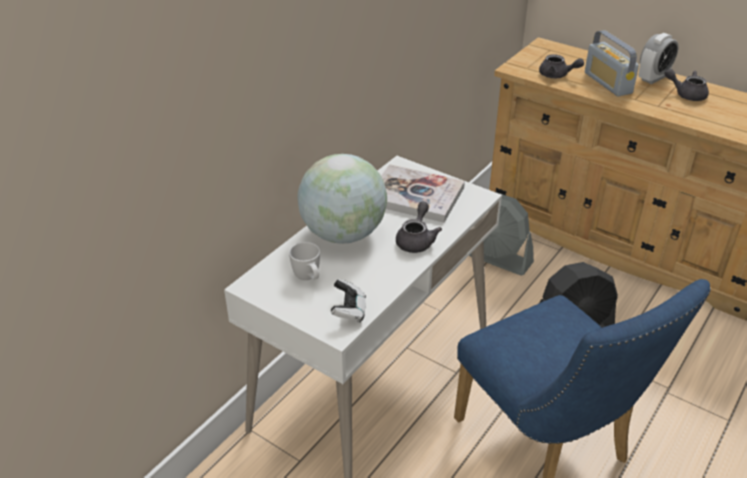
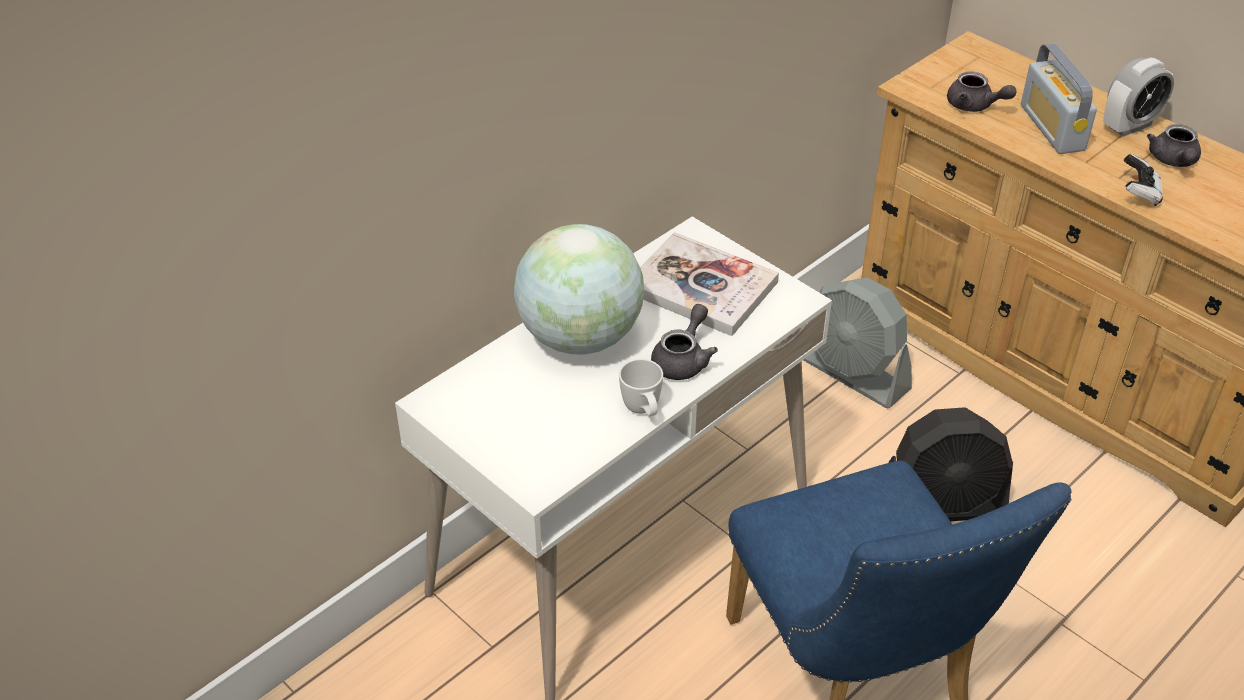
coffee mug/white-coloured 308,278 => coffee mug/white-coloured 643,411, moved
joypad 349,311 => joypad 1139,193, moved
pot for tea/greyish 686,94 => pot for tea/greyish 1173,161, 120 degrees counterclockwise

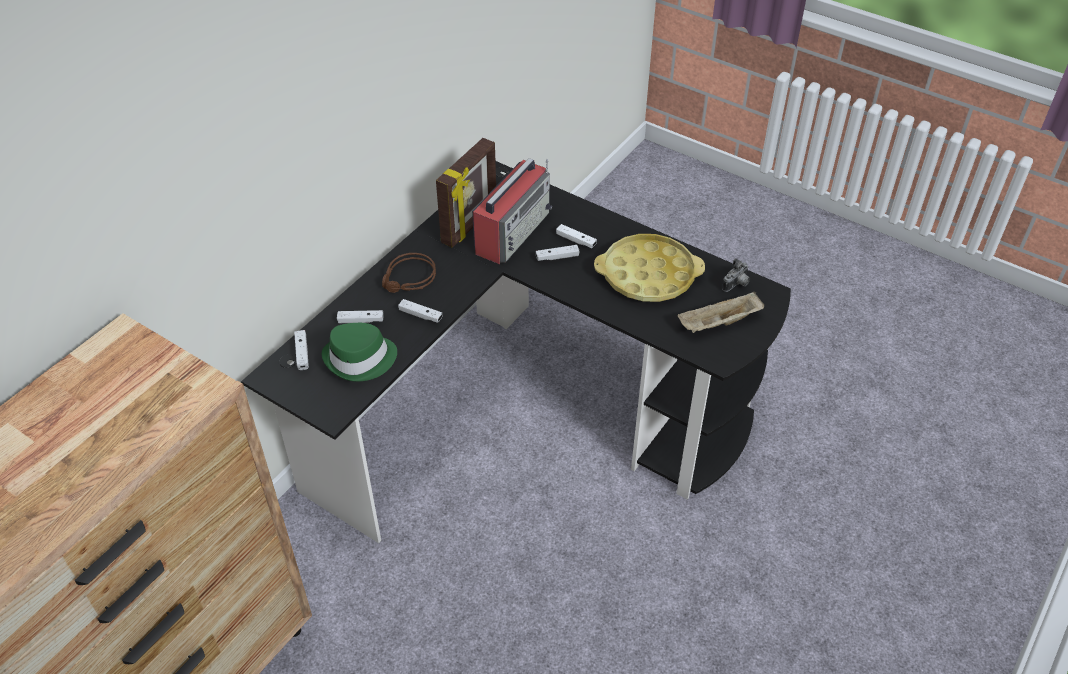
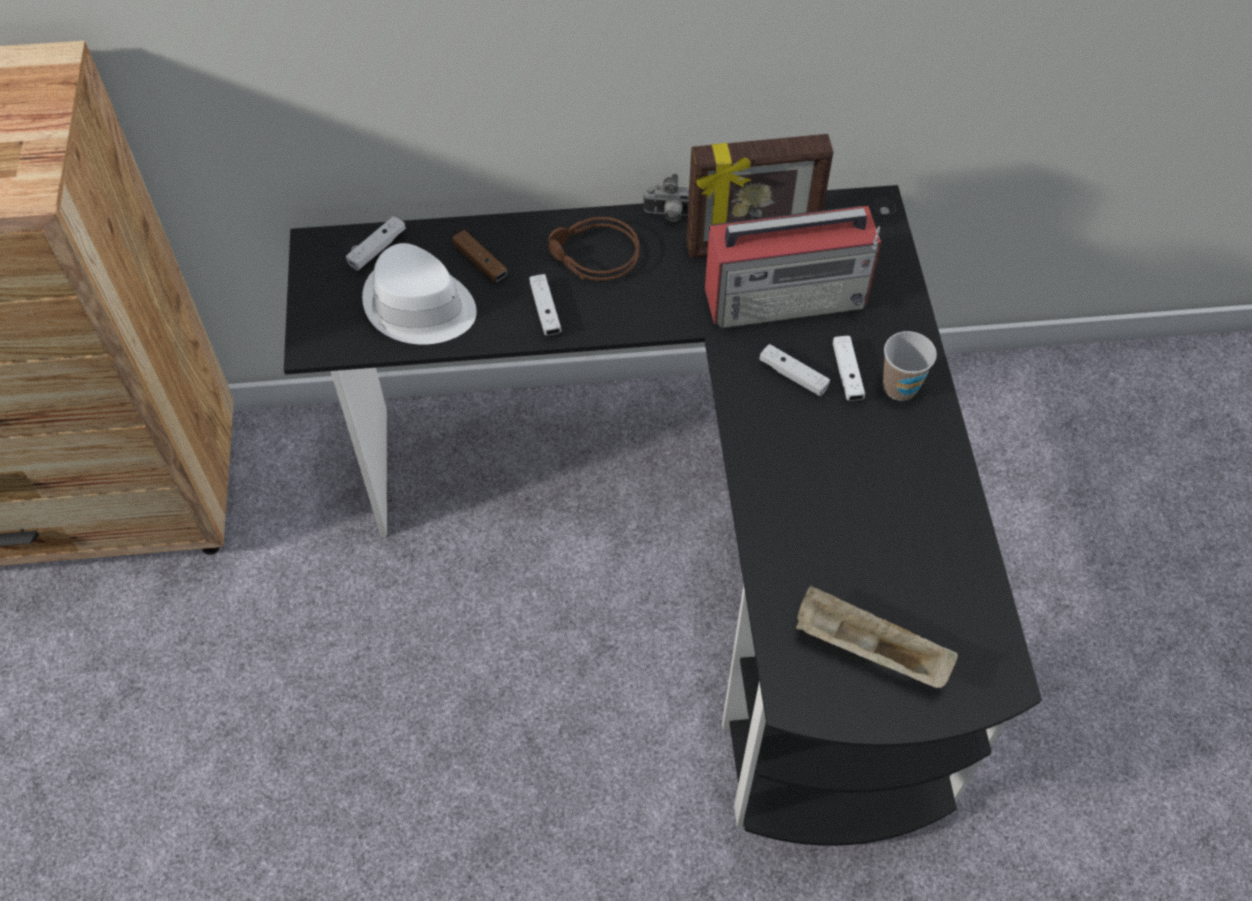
hat/green 360,359 => hat/white-coloured 419,307
joypad/white-coloured 361,320 => joypad/brown 480,262
photo camera 736,285 => photo camera 669,215, moved
nothing => drinking cup 900,387
serving tray/yellow-coloured 648,274 => nothing

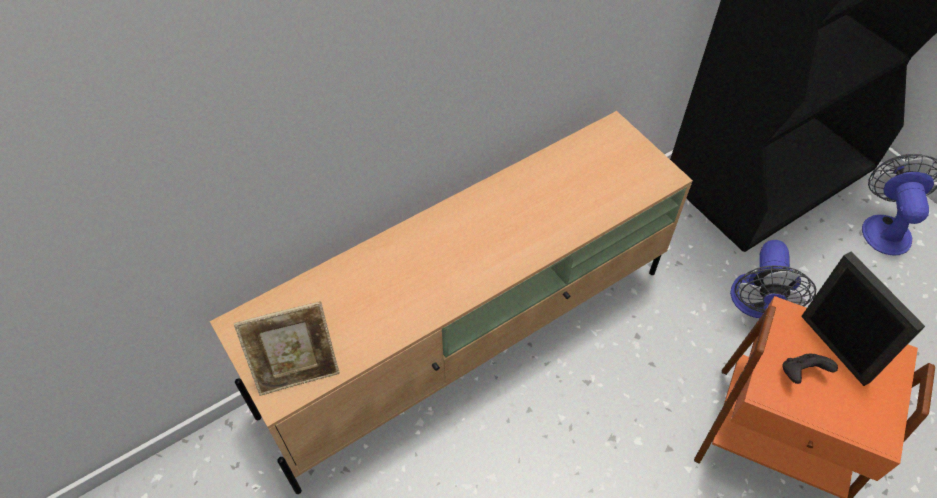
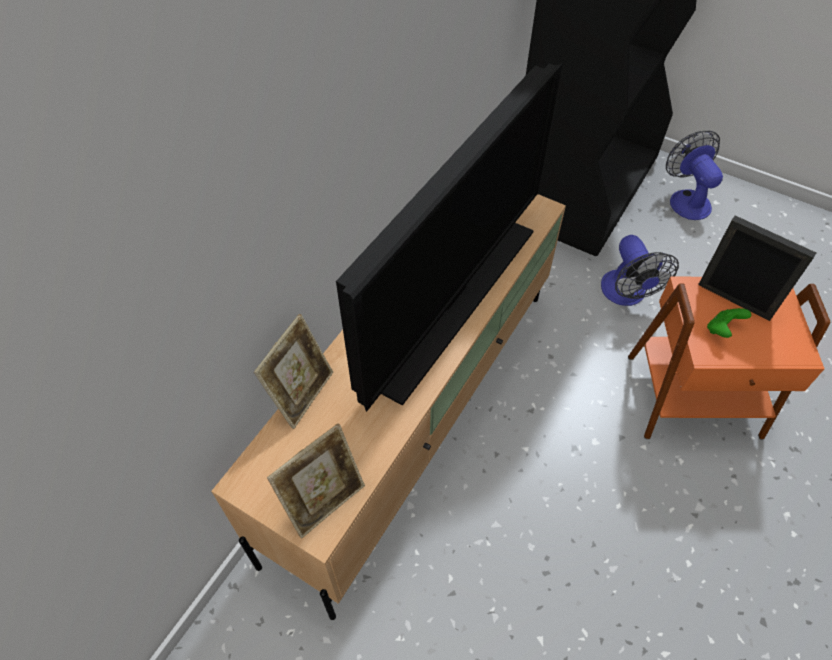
nothing => photo frame 302,394
nothing => television 453,301
joypad/black-coloured 801,373 => joypad/green 722,329

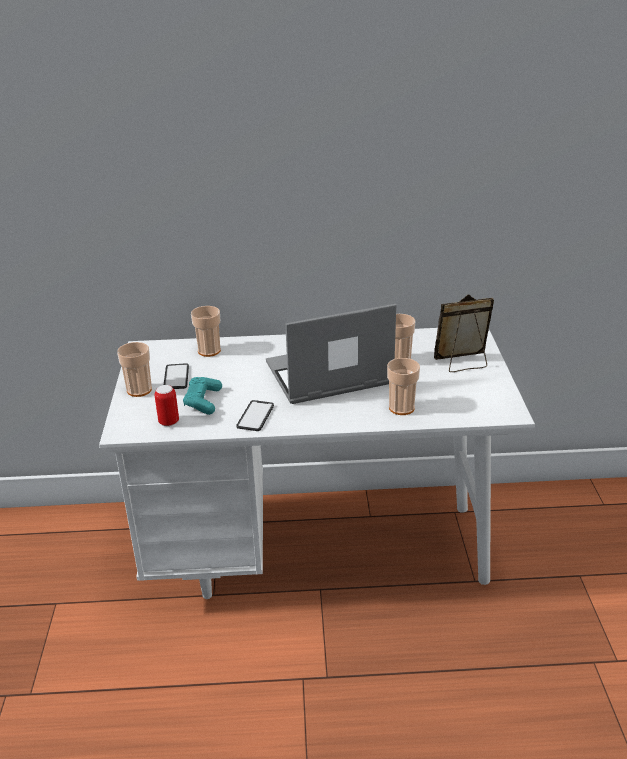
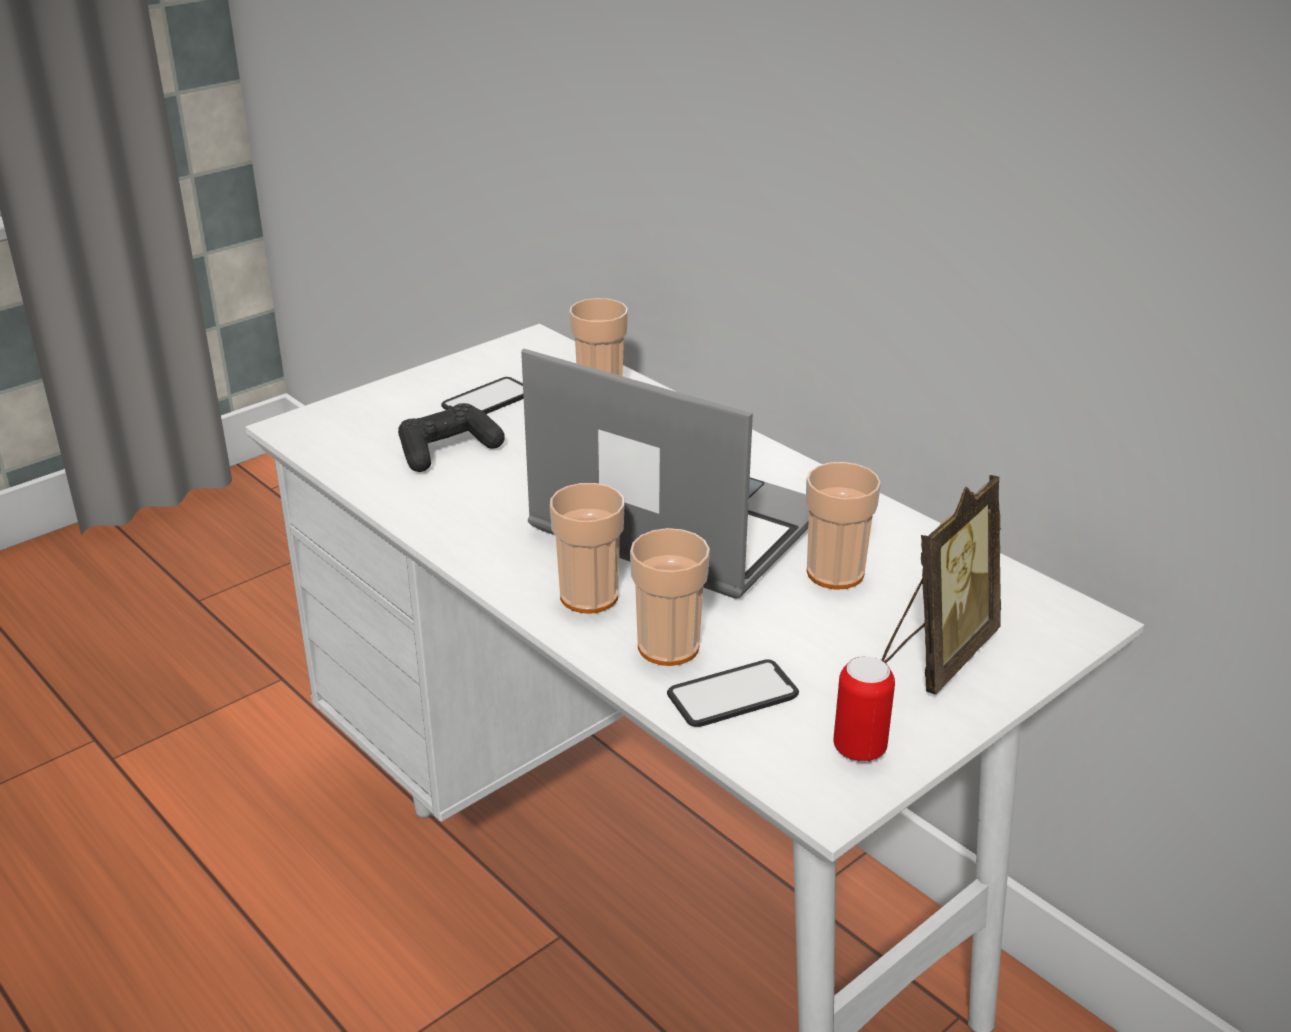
joypad/blue-green 203,401 => joypad/black-coloured 448,450
drinking cup 139,390 => drinking cup 589,596, moved
handset 255,416 => handset 732,695, moved
metal can 169,422 => metal can 859,749, moved
photo frame 463,363 => photo frame 936,654, 90 degrees clockwise

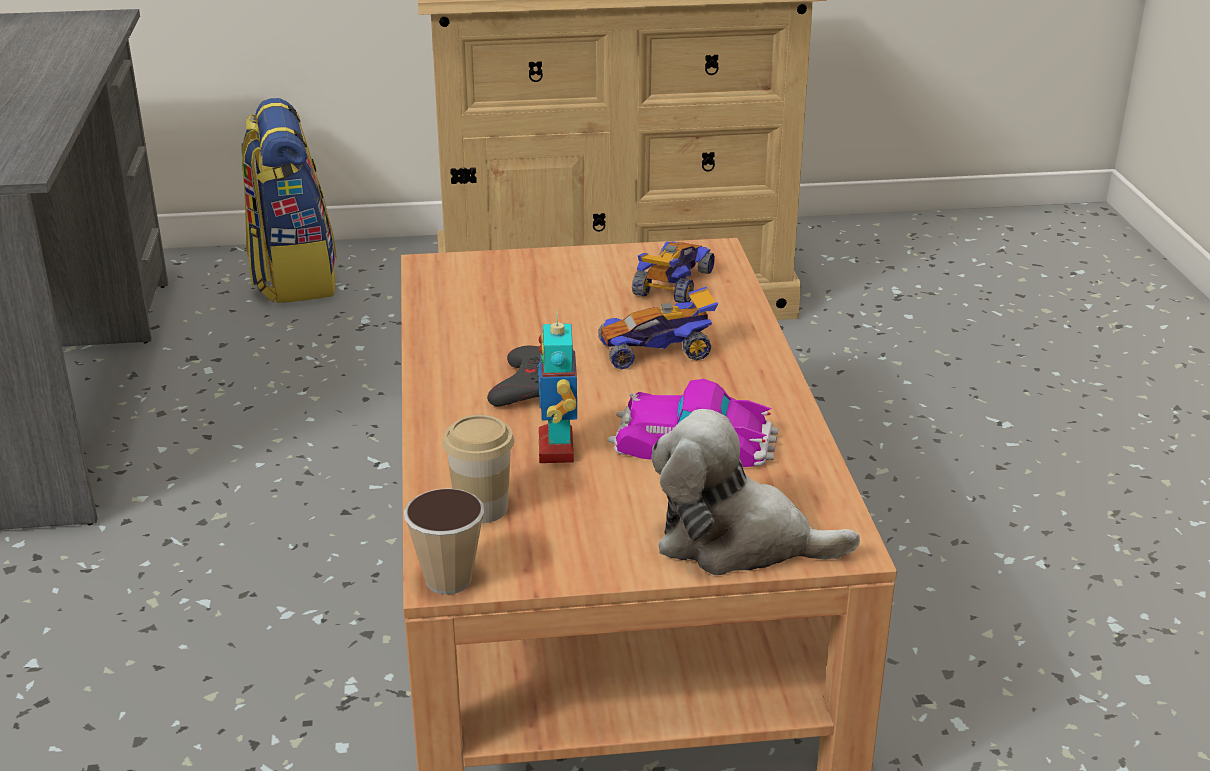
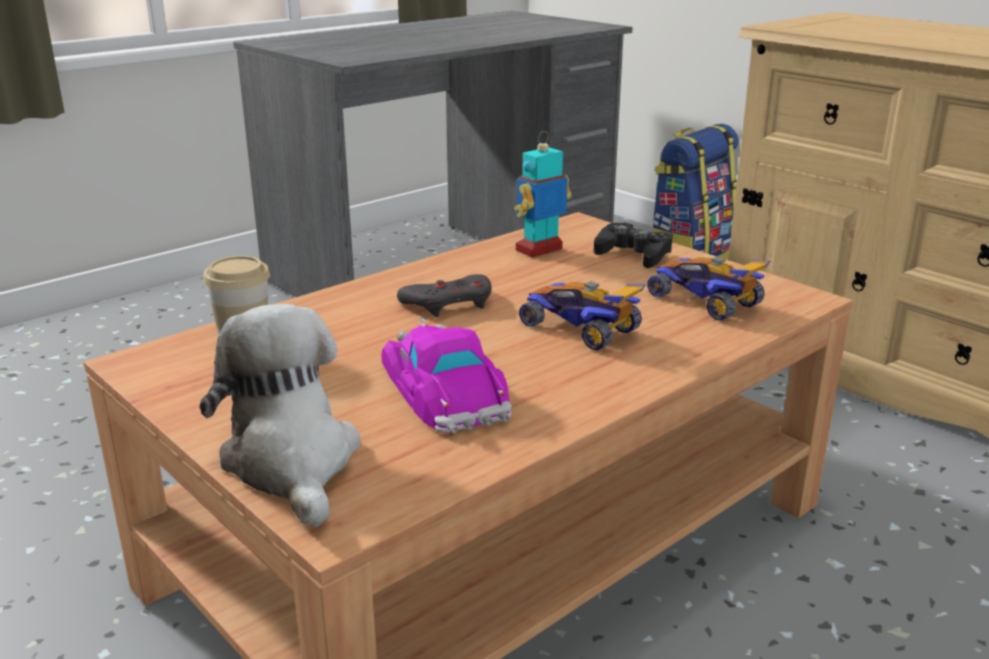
toy robot 557,449 => toy robot 540,250, moved
nothing => joypad/black-coloured 634,254
model car 673,285 => model car 706,302, 120 degrees counterclockwise
drinking cup 448,580 => nothing

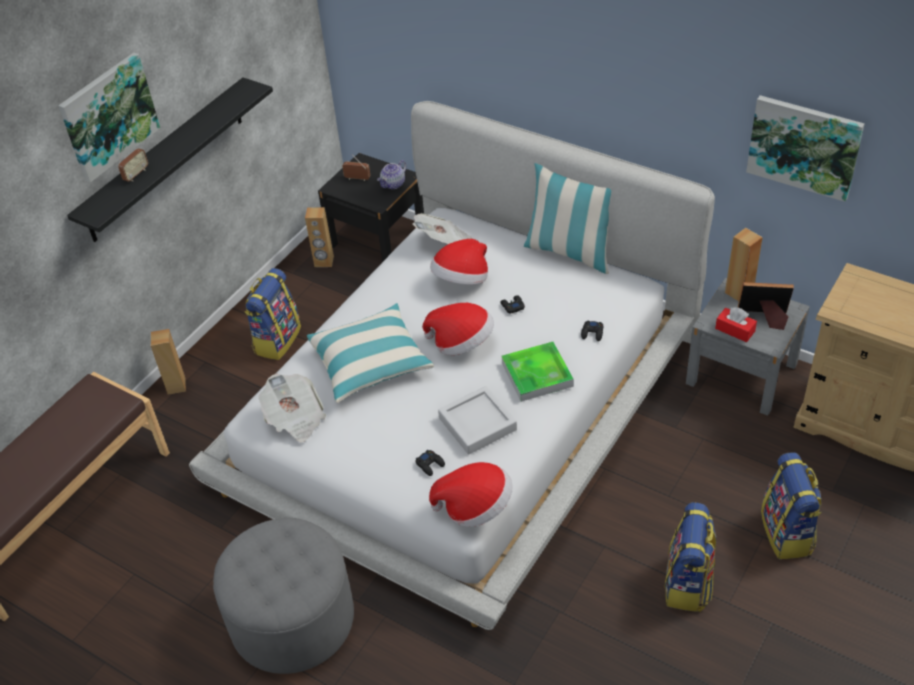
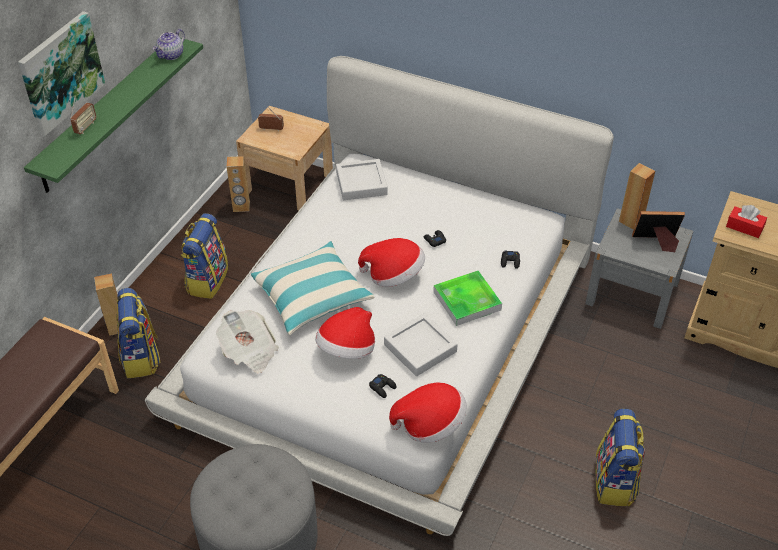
bracket shelf/black-coloured 165,160 => bracket shelf/green 108,114
rucksack 787,533 => rucksack 141,358, moved
pot for tea 393,184 => pot for tea 171,55, moved
night table/black-coloured 377,237 => night table/sand-coloured 288,183
hat 462,280 => hat 347,350, moved
newspaper 443,241 => serving tray/greyish 361,183
tissue holder/reddish 735,330 => tissue holder/reddish 744,227, moved
throw pillow 570,252 => nothing
wall picture 804,146 => nothing

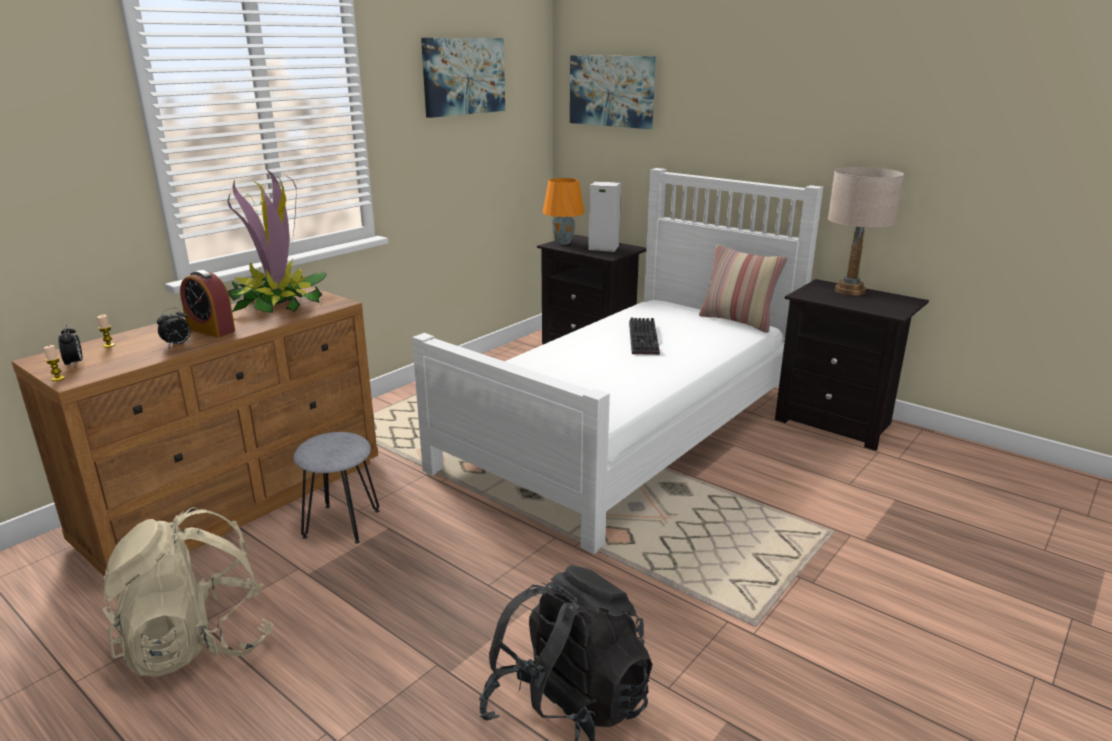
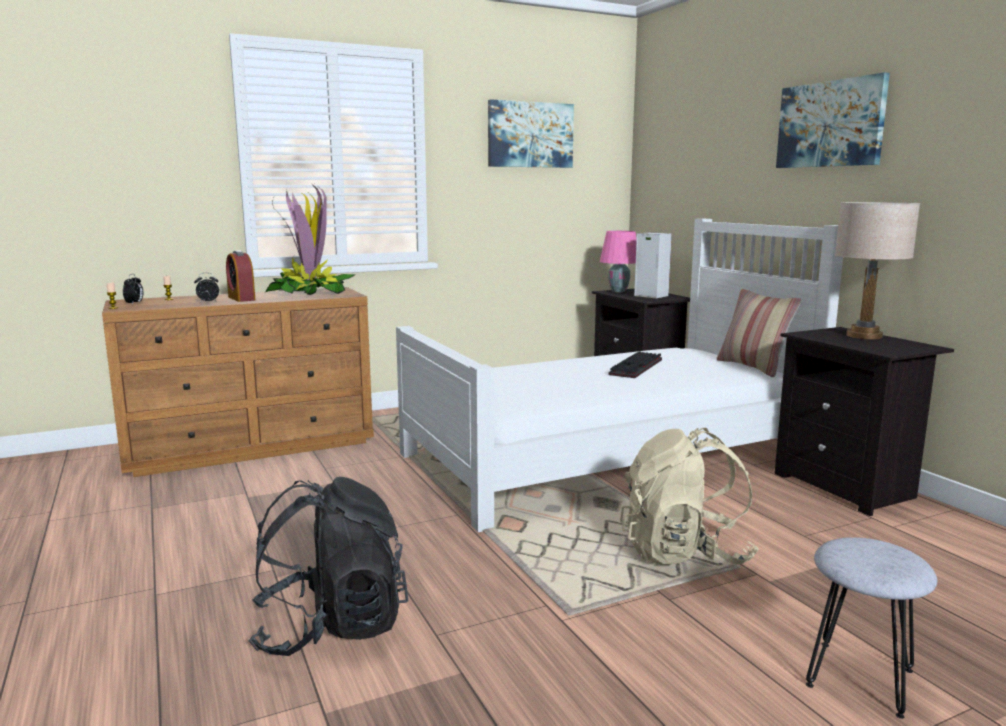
lamp for a table/orangey 563,243 => lamp for a table/pink 619,291
rucksack/sand-coloured 198,643 => rucksack/sand-coloured 684,553, moved
wall picture 612,91 => wall picture 830,124, moved
stool seat/greyish 341,523 => stool seat/greyish 858,677, moved

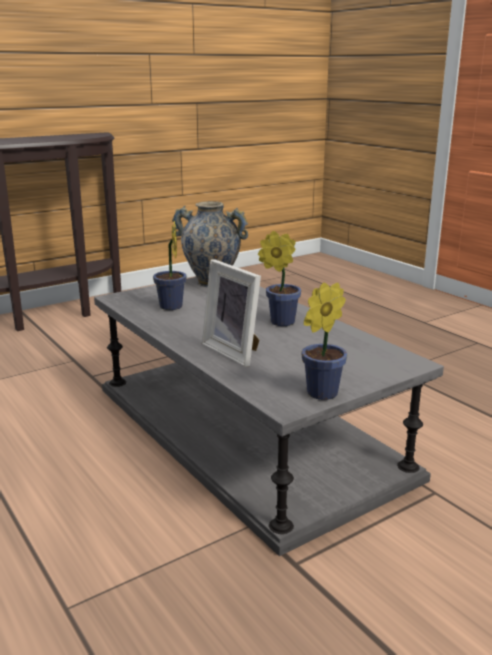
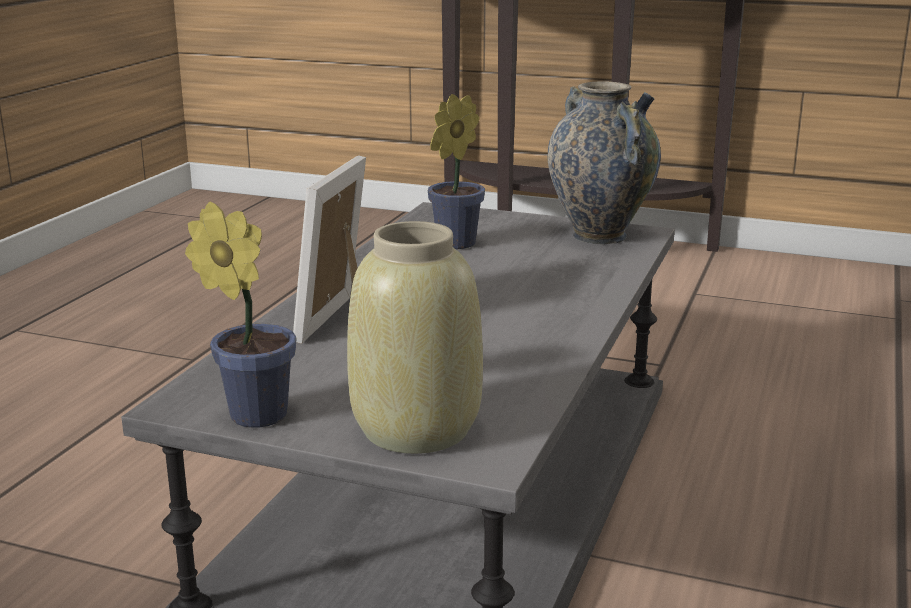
nothing => vase/sand-coloured 414,429
plant in a pot 279,322 => nothing

